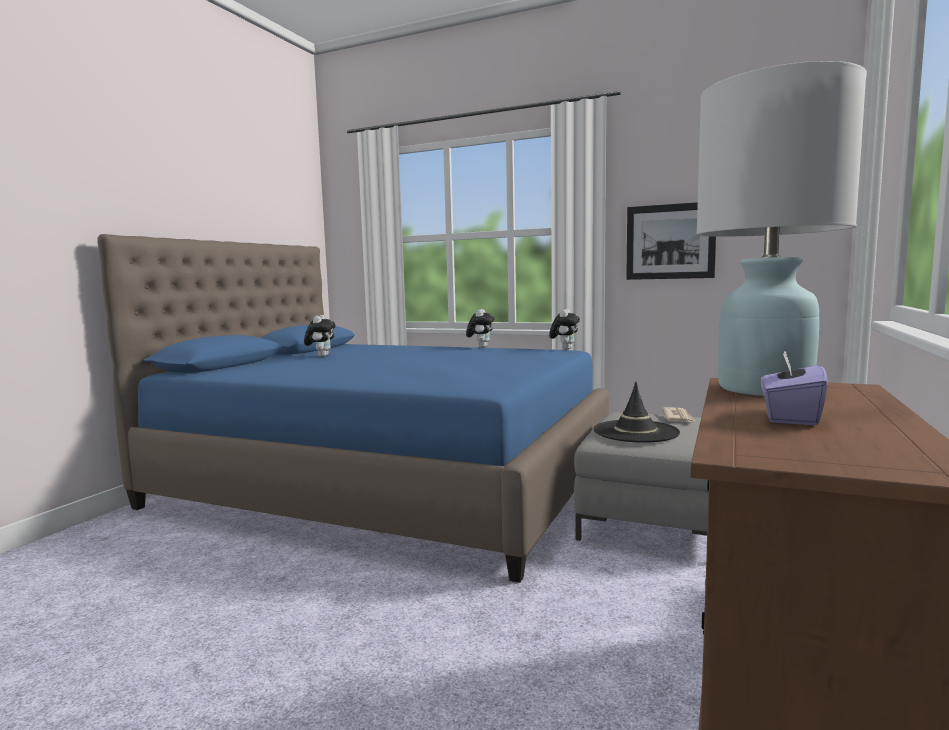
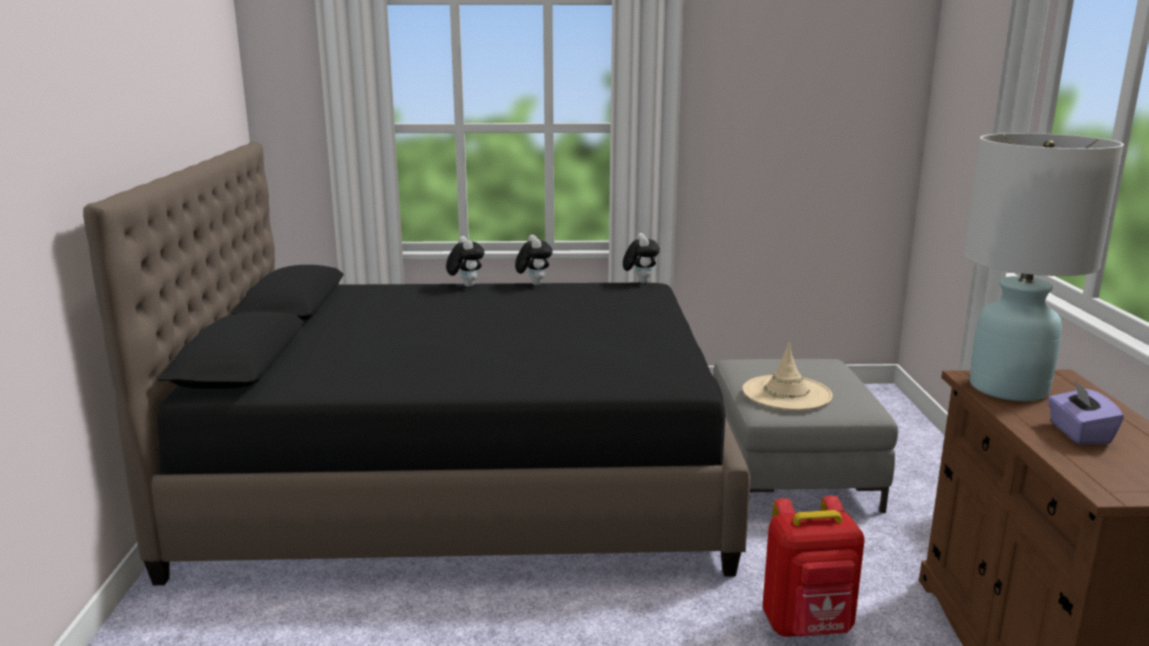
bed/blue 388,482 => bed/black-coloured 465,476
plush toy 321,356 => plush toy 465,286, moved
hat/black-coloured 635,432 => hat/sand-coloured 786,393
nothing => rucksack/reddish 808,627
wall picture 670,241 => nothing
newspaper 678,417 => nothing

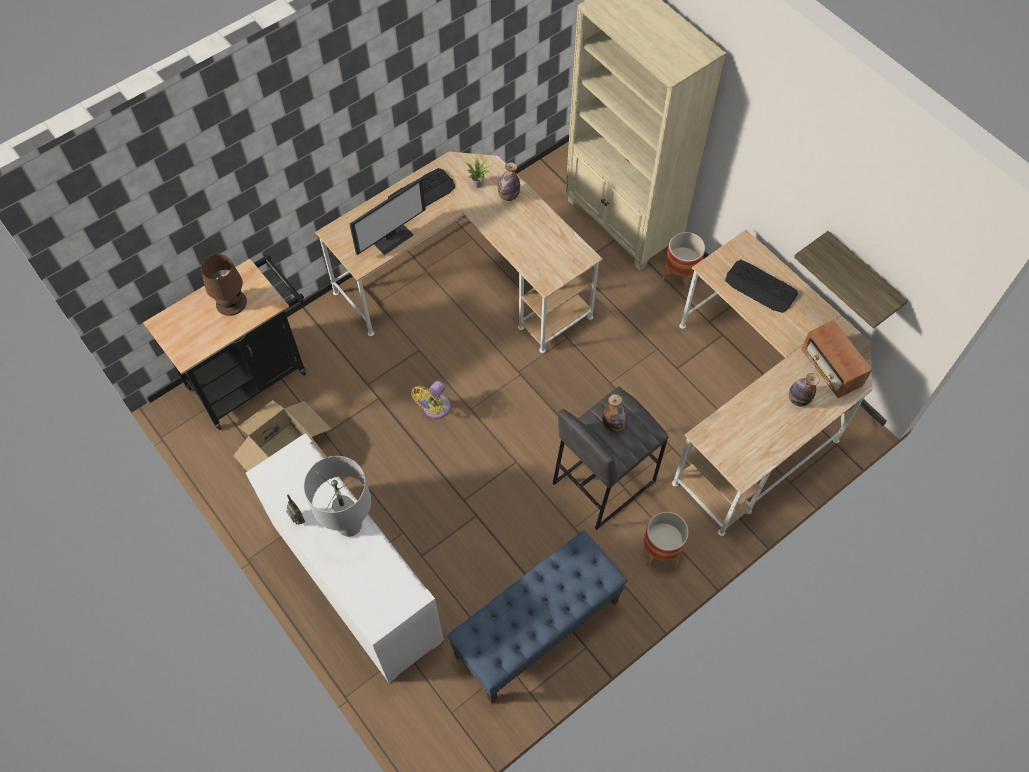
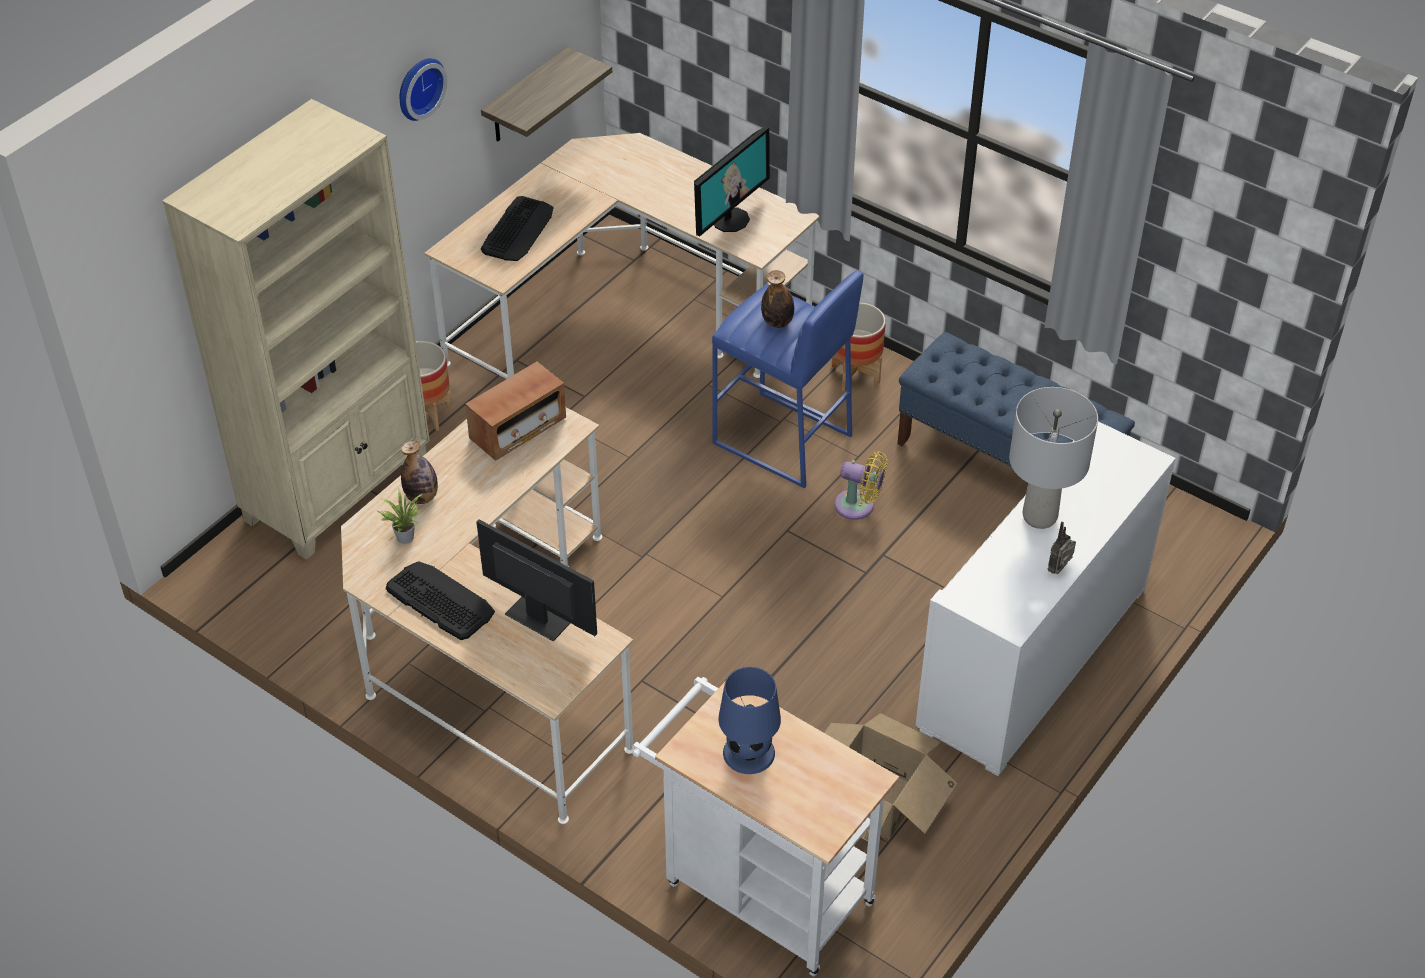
nothing => clock on the wall 418,87
radio receiver 830,368 => radio receiver 518,429, moved
trolley/black-coloured 253,375 => trolley/white-coloured 758,888
nothing => computer display 730,219
stool seat/greyish 602,482 => stool seat/blue 782,440
lamp for a table/brown 231,302 => lamp for a table/blue 748,752
fan/yellow-coloured 434,409 => fan/yellow-coloured 858,506, moved
drink bottle 798,399 => nothing

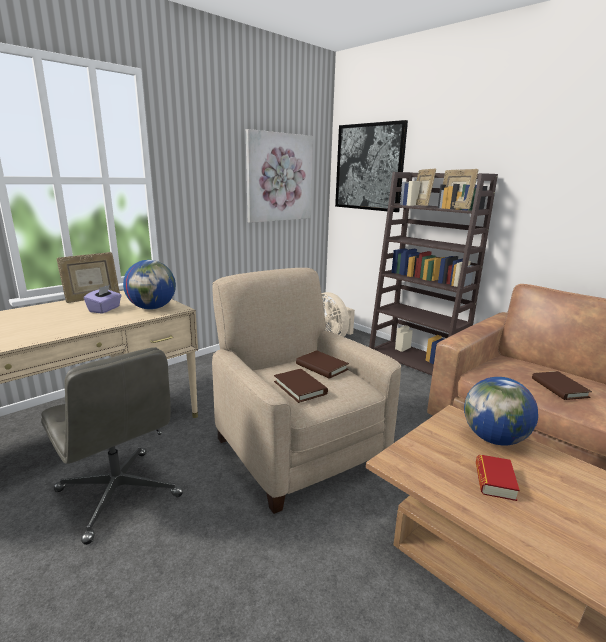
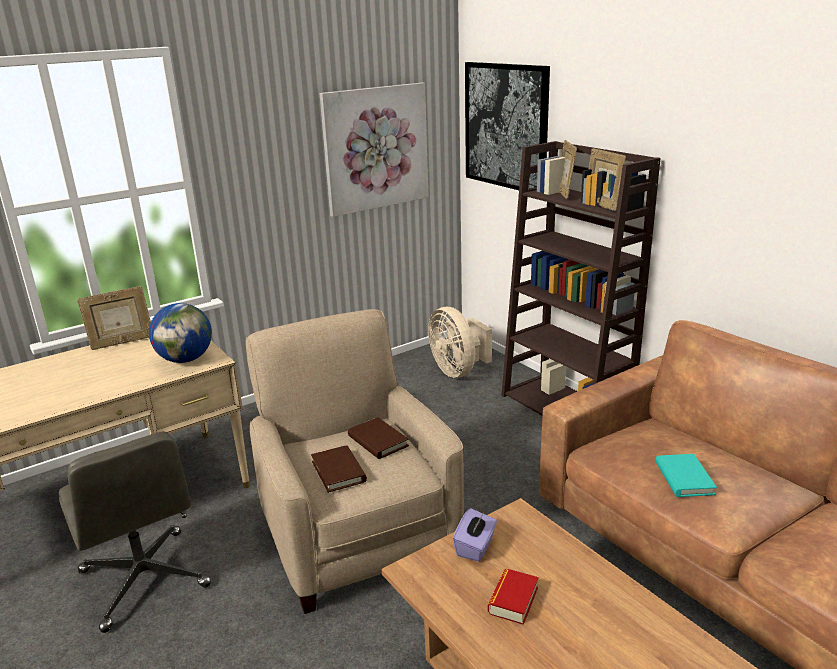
tissue holder/purple-coloured 105,309 => tissue holder/purple-coloured 475,547, moved
volume/brown 559,388 => volume/blue-green 684,478
globe 494,439 => nothing

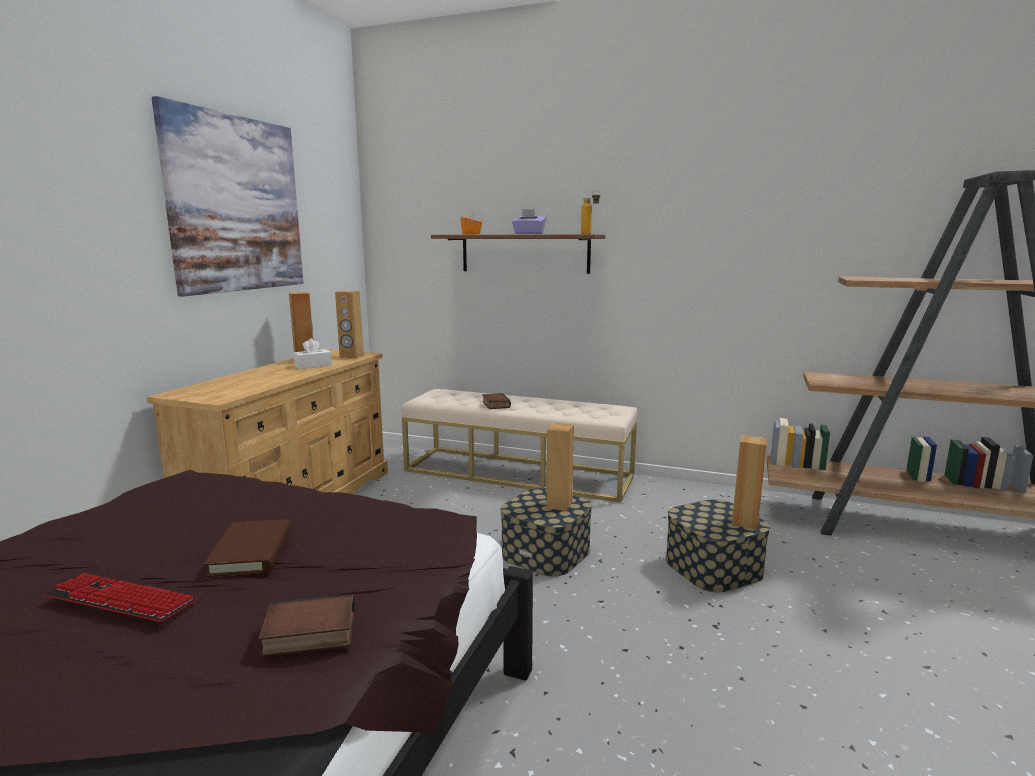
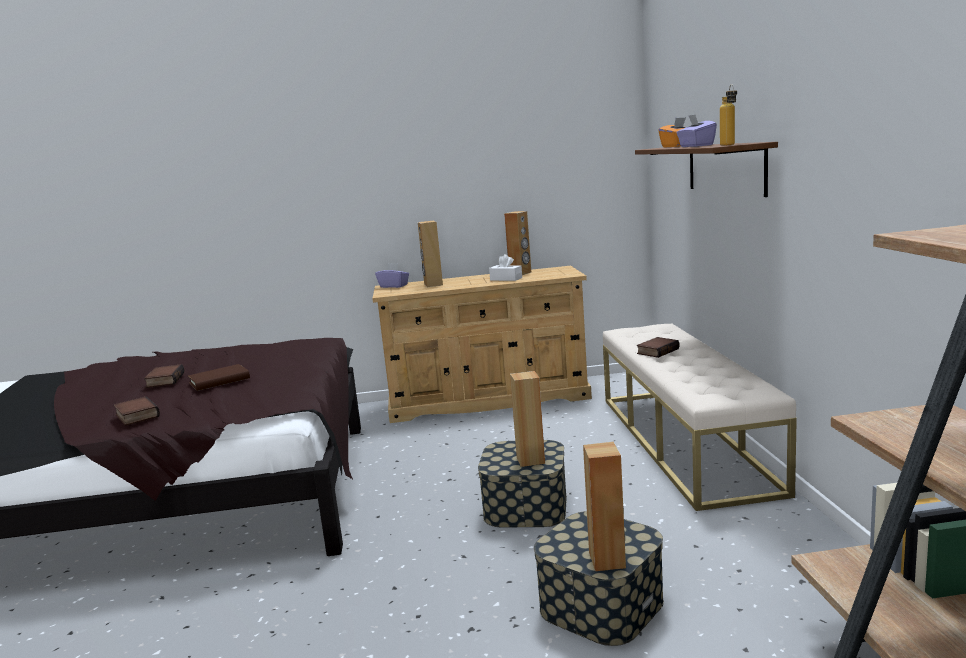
keyboard 121,600 => volume 164,380
nothing => tissue holder/purple-coloured 394,286
audio speaker/brown 351,356 => audio speaker/brown 433,284, moved
wall picture 236,204 => nothing

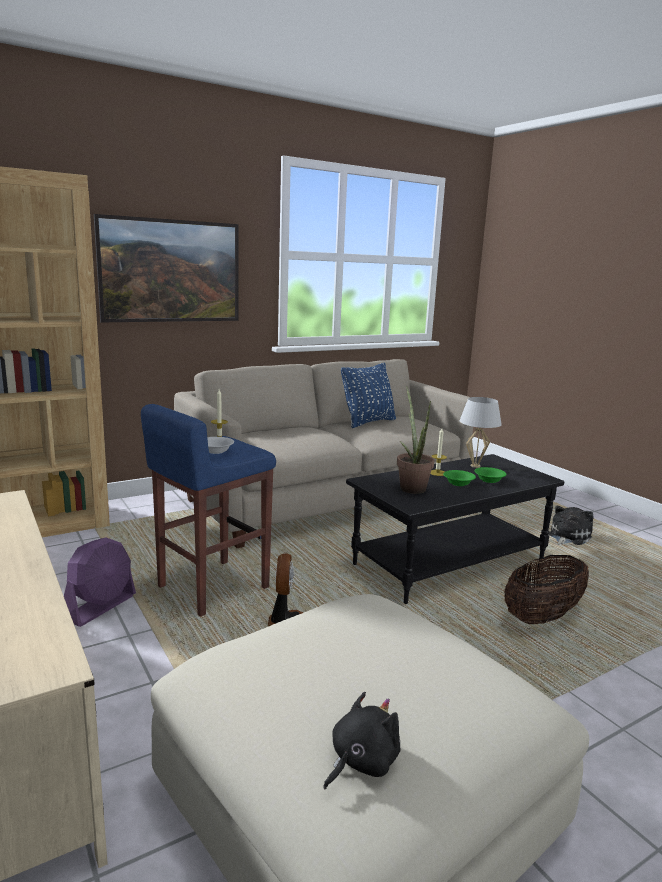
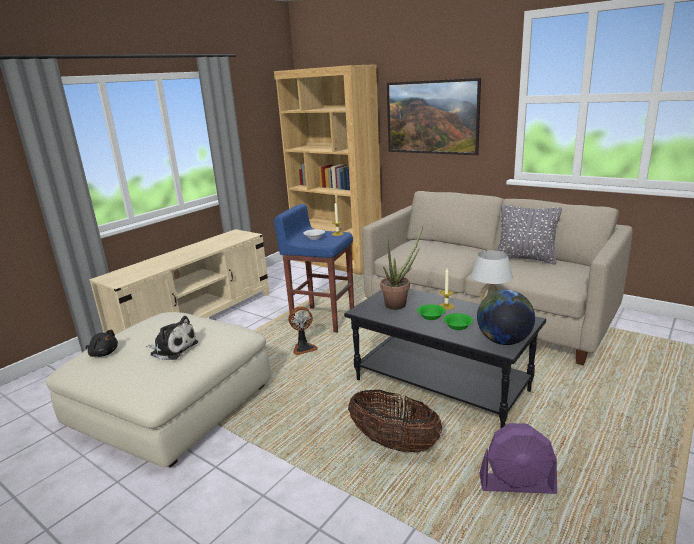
plush toy 567,537 => plush toy 172,348, moved
nothing => globe 503,341
fan/purple-coloured 100,606 => fan/purple-coloured 517,484, moved
throw pillow/blue 368,422 => throw pillow/greyish 526,259

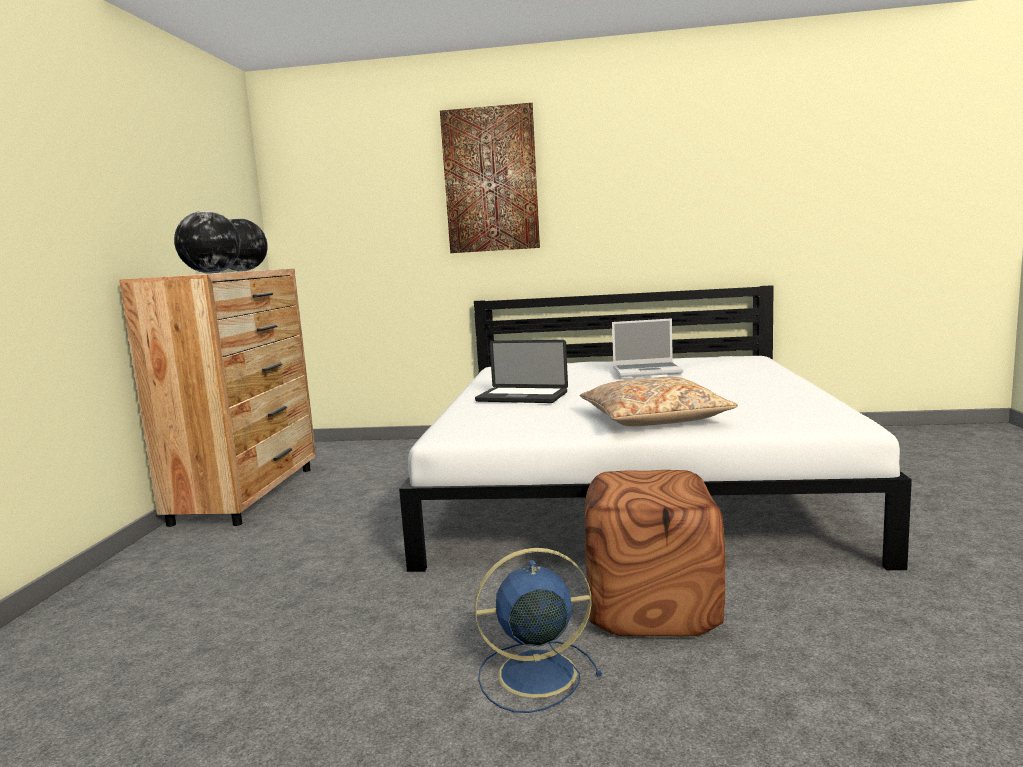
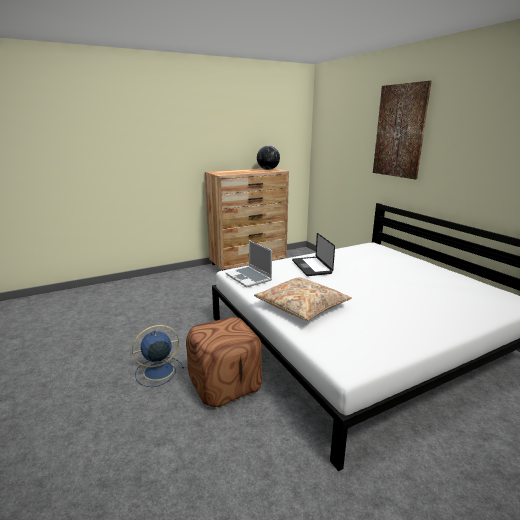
fan/blue 533,674 => fan/blue 157,371, 75 degrees counterclockwise
laptop 647,371 => laptop 249,277, moved
globe 212,273 => nothing

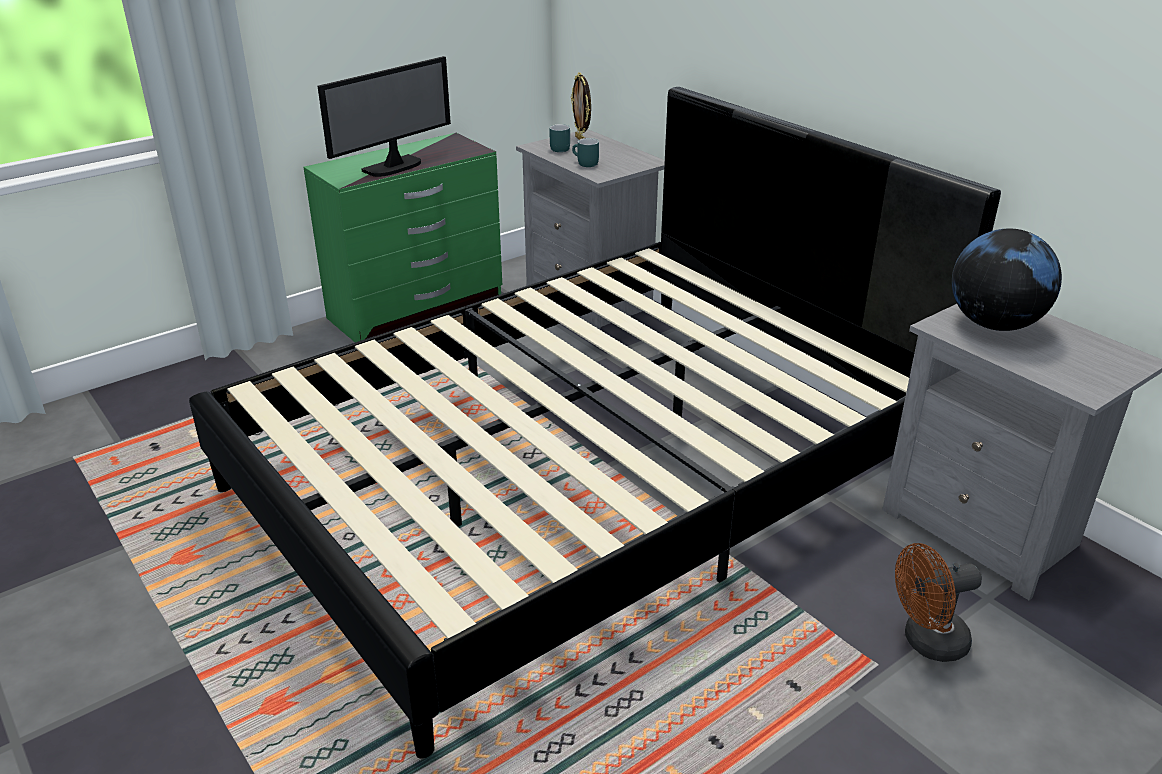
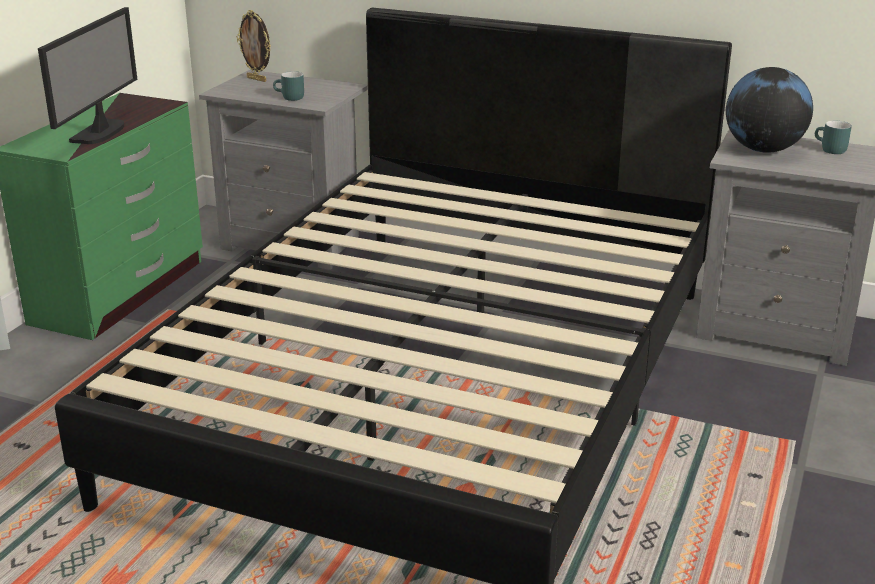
coffee mug/blue-green 557,148 => coffee mug/blue-green 829,150, moved
fan/brown 926,642 => nothing

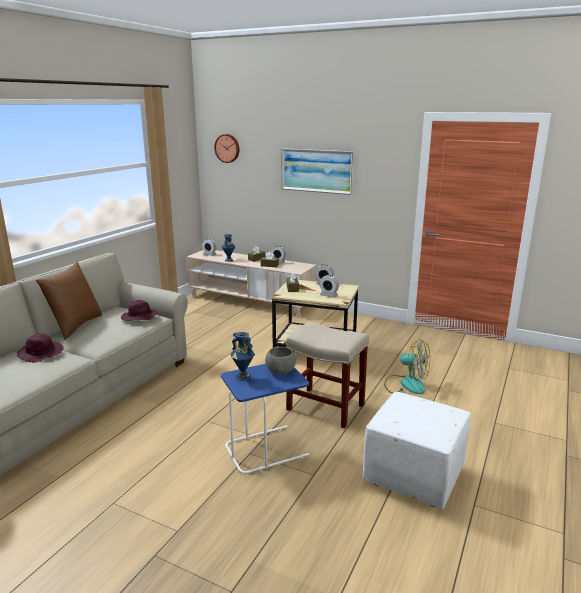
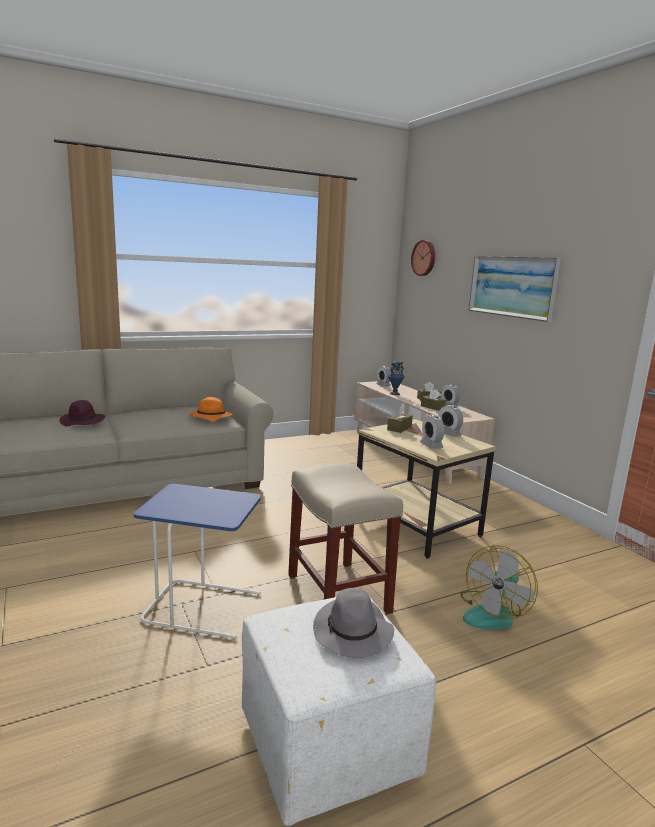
hat/purple-coloured 139,317 => hat/orangey 210,417
nothing => hat/greyish 353,633
fan 406,384 => fan 493,613, 60 degrees clockwise
throw pillow/brown 75,326 => nothing
vase/blue 243,377 => nothing
bowl/greyish 281,372 => nothing

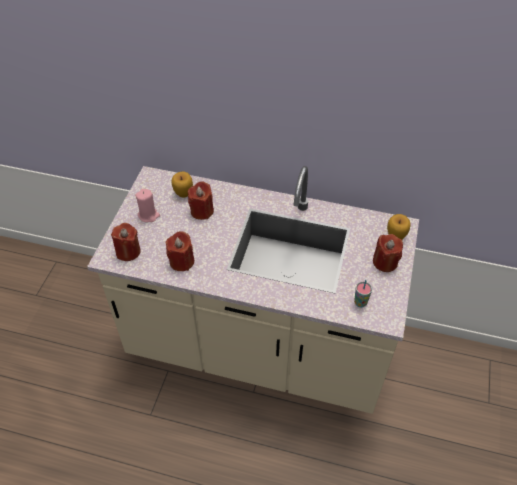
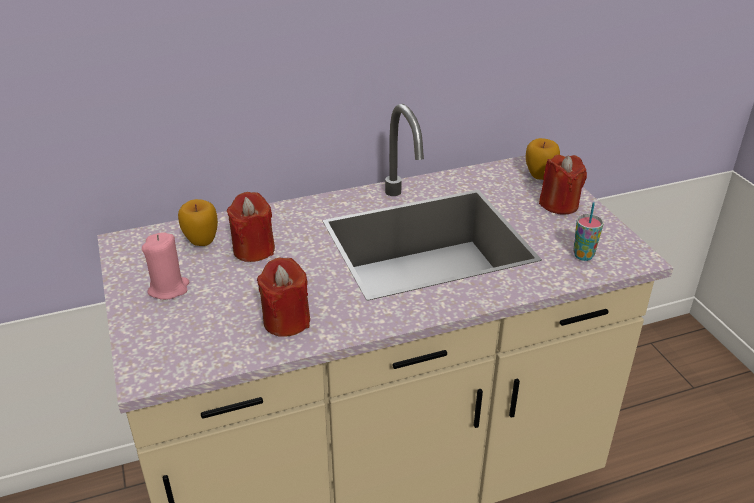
wax candle/reddish 128,251 => nothing

